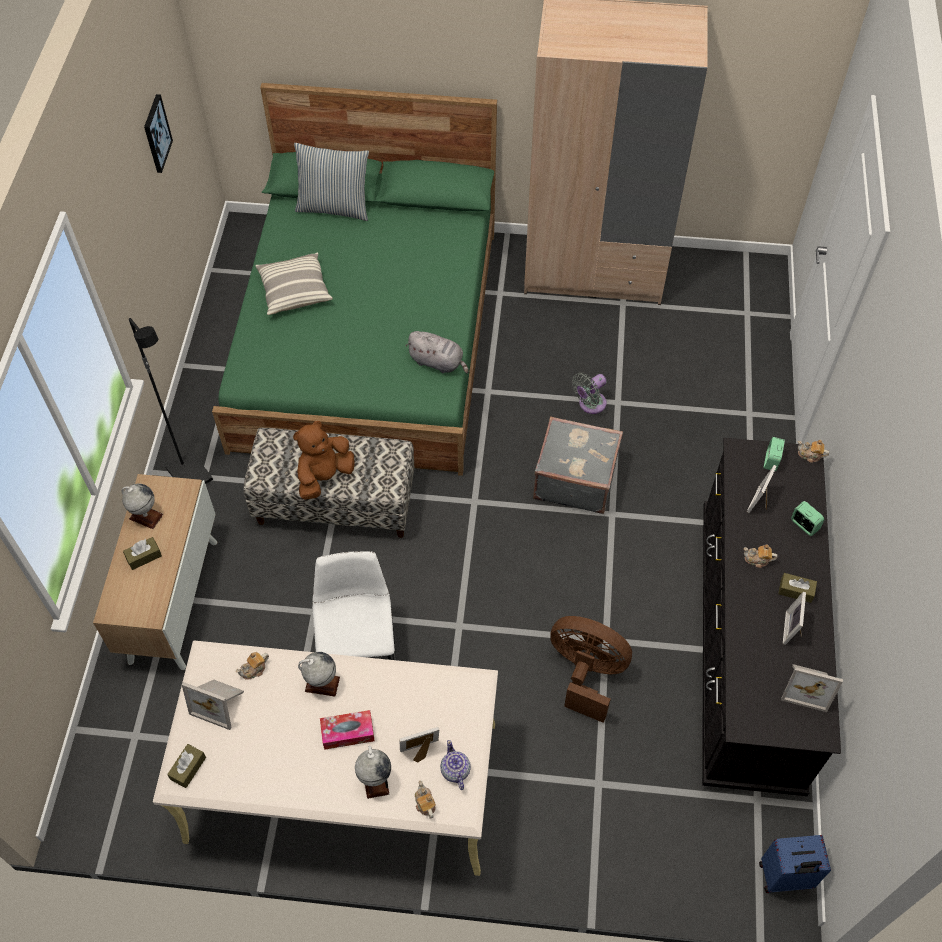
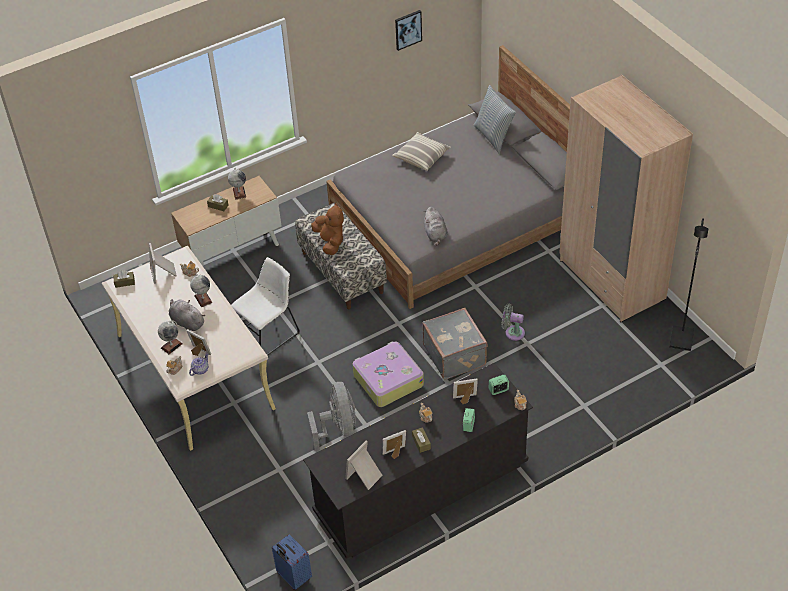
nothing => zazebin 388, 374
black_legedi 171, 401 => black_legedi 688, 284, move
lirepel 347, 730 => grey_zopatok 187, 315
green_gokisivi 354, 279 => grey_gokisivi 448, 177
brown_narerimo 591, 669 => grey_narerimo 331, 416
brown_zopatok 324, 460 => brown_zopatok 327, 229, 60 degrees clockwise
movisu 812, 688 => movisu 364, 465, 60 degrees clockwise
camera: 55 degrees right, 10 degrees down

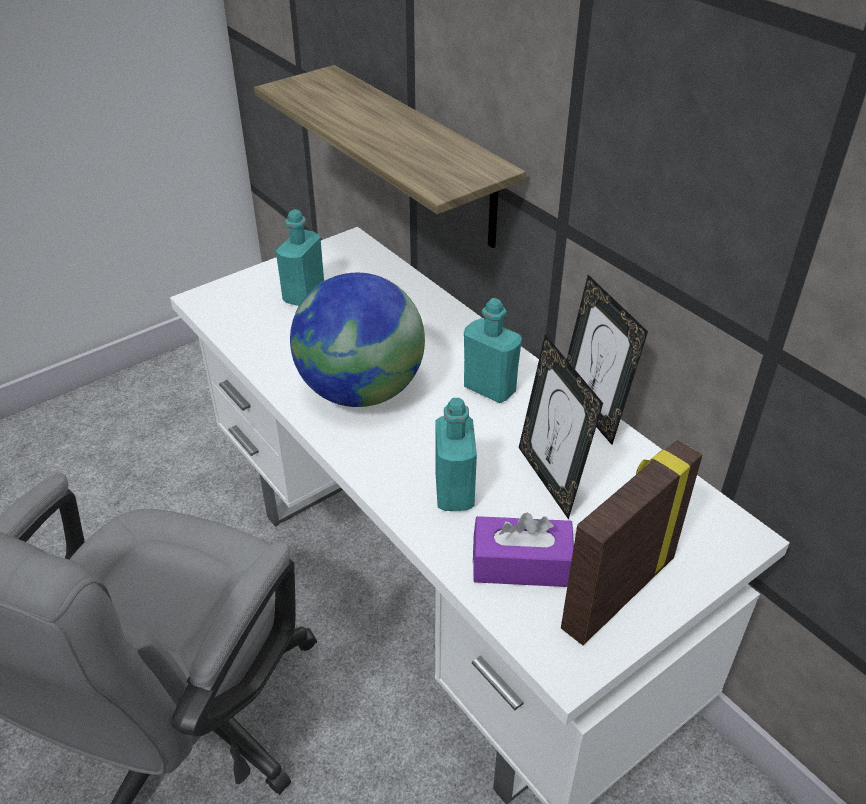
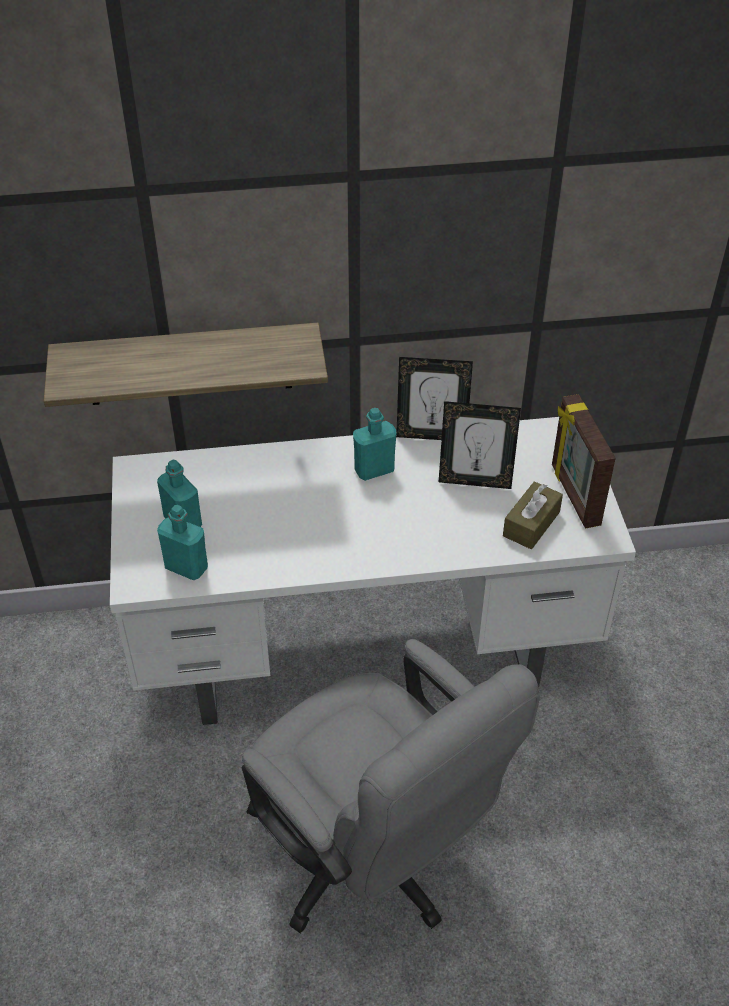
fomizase 357, 340 => nothing
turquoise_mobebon 456, 454 => turquoise_mobebon 182, 543, move
purple_lirepel 523, 550 => brown_lirepel 533, 515
camera: 60 degrees left, 5 degrees up

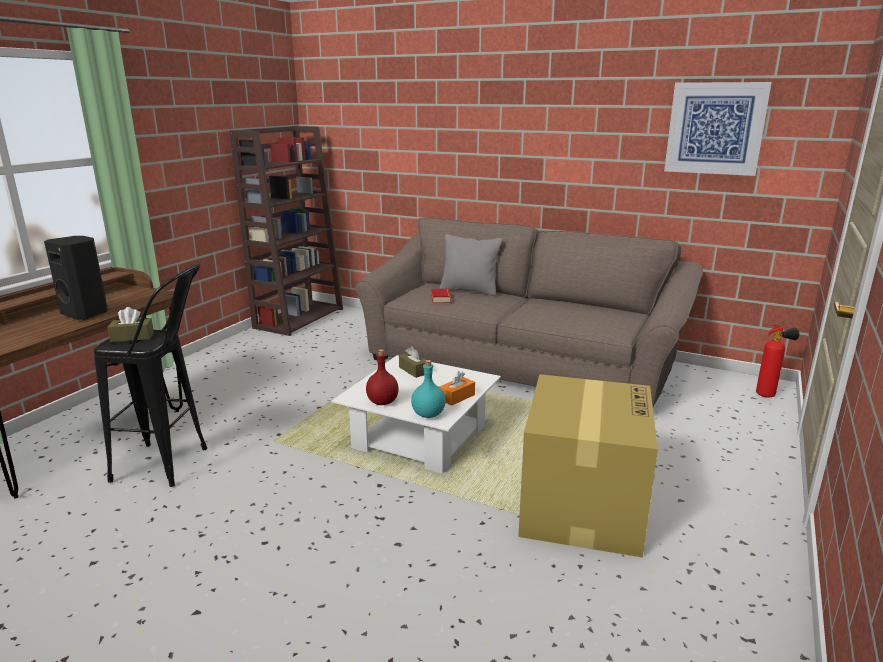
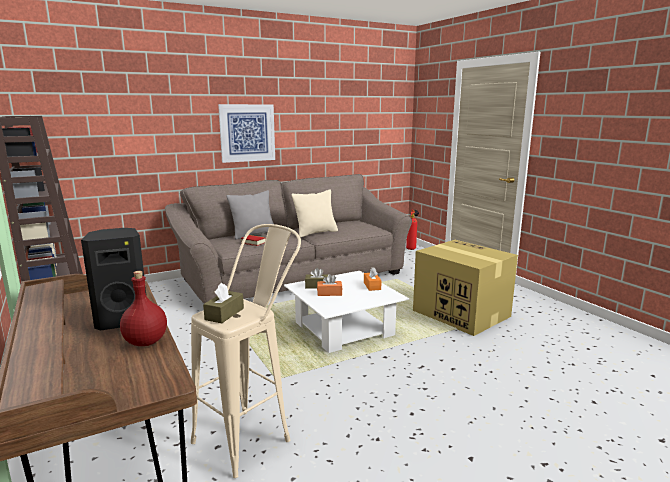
turquoise_mobebon 428, 389 => nothing
nothing => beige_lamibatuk 314, 213
nothing => orange_lirepel 329, 285
red_mobebon 382, 377 => red_mobebon 143, 308, move
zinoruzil 718, 129 => zinoruzil 246, 133, move
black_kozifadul 150, 375 => beige_kozifadul 246, 351
camera: 55 degrees left, 5 degrees down

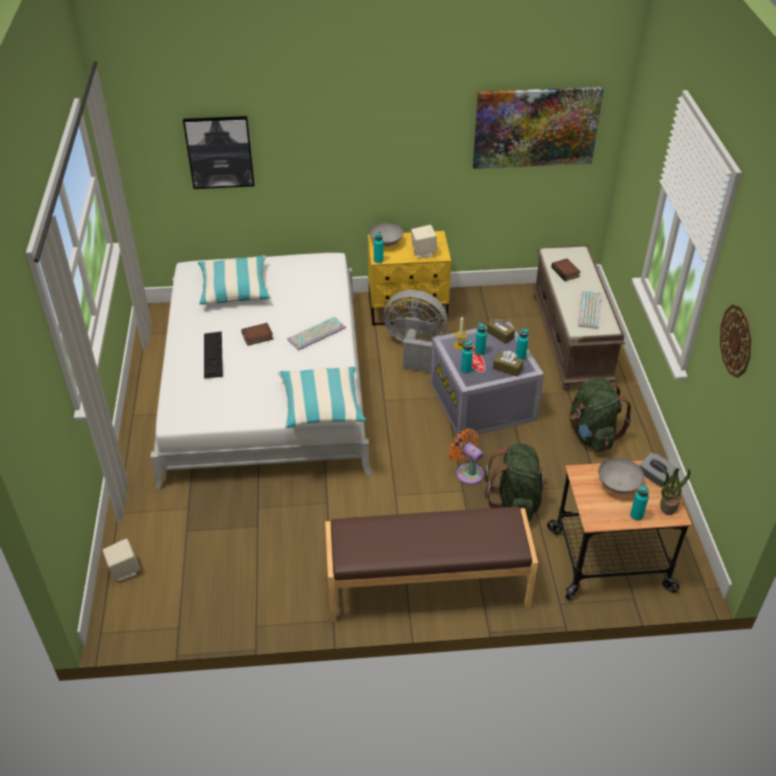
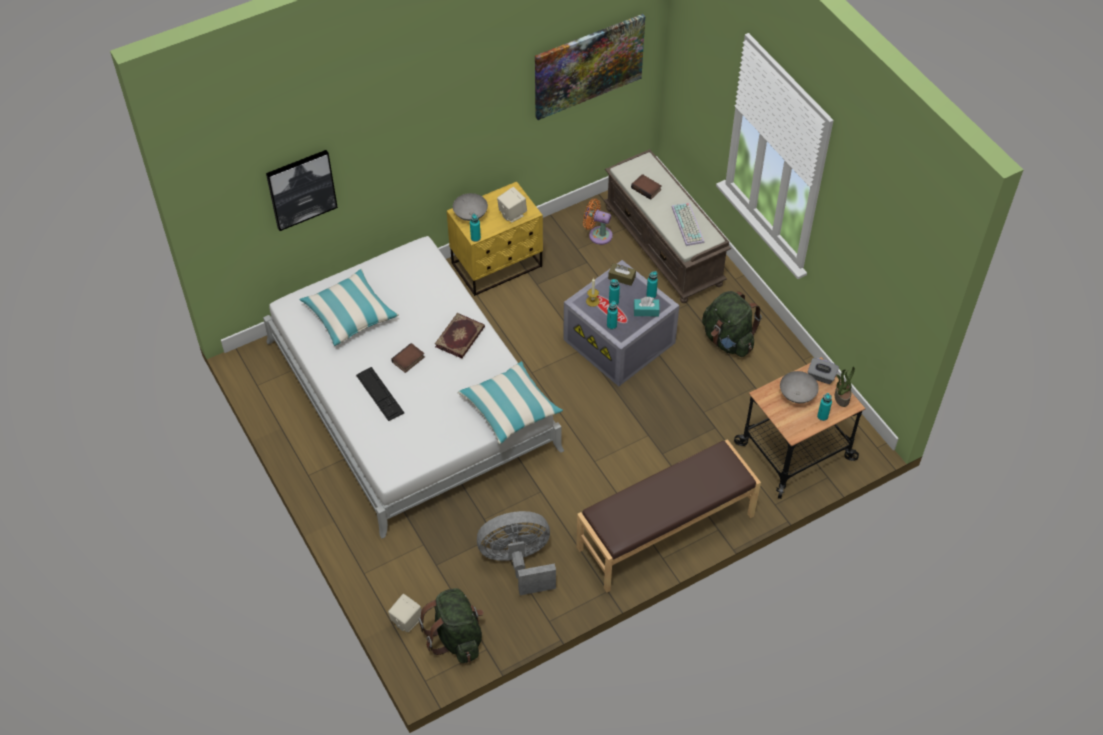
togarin 735, 341 => nothing
grey_narerimo 415, 331 => grey_narerimo 516, 553, move
orange_narerimo 466, 457 => orange_narerimo 598, 222, move
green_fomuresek 517, 482 => green_fomuresek 451, 625, move
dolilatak 316, 333 => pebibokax 460, 336
brown_lirepel 508, 364 => turquoise_lirepel 647, 307
camera: 25 degrees left, 10 degrees up

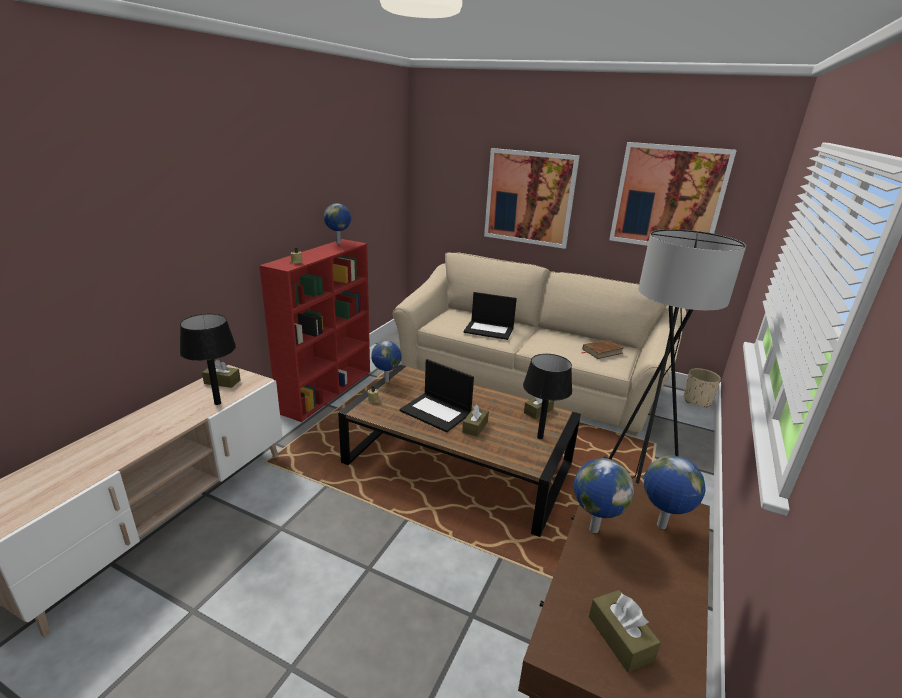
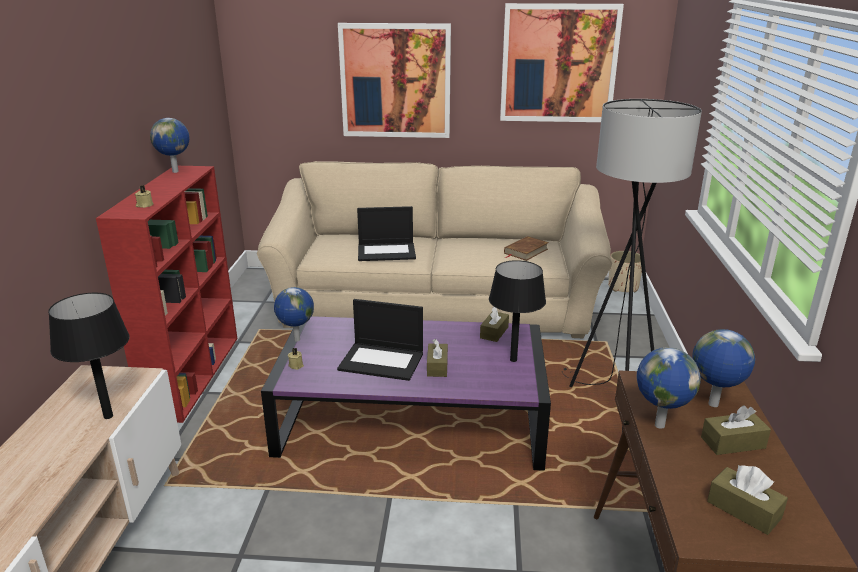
brown_lirepel 221, 373 => brown_lirepel 736, 430, move
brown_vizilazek 459, 451 => purple_vizilazek 406, 393
camera: 20 degrees left, 0 degrees up

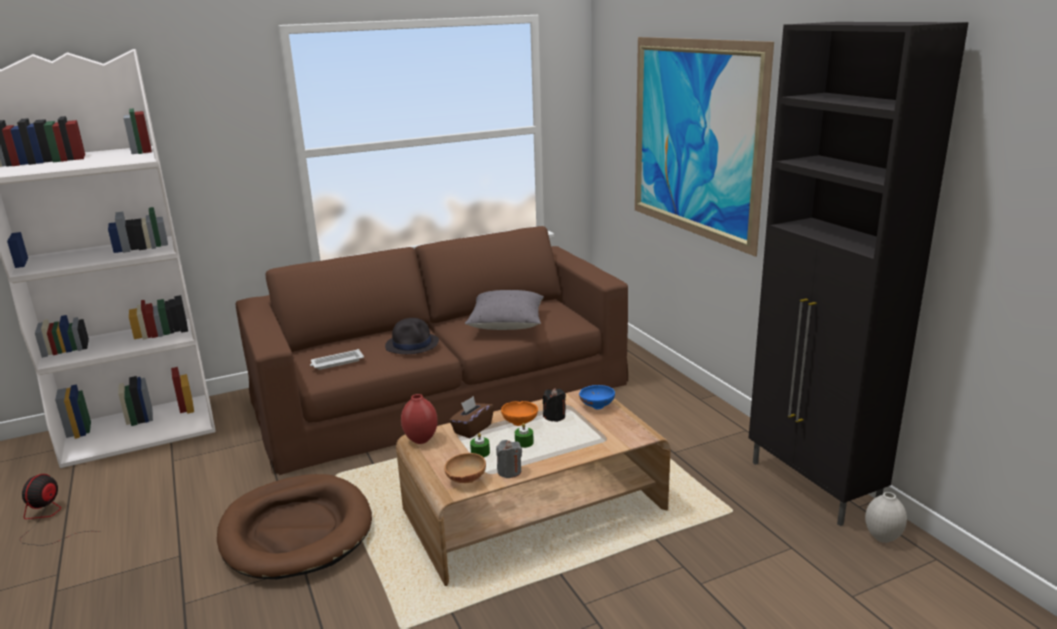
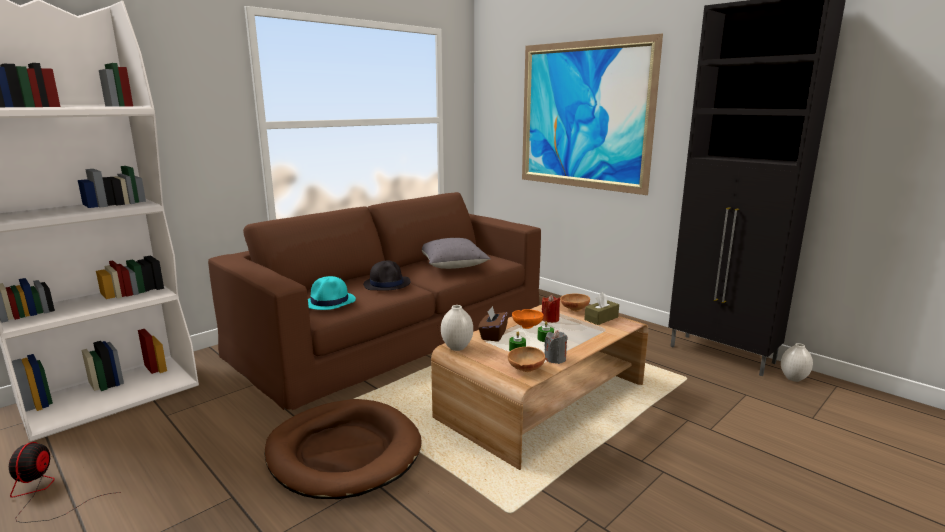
nothing => brown_lirepel 601, 308
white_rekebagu 337, 359 => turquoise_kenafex 332, 293
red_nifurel 419, 419 => white_nifurel 457, 328
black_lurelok 554, 405 => red_lurelok 551, 309
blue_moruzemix 597, 397 => brown_moruzemix 575, 303
camera: 20 degrees left, 5 degrees down

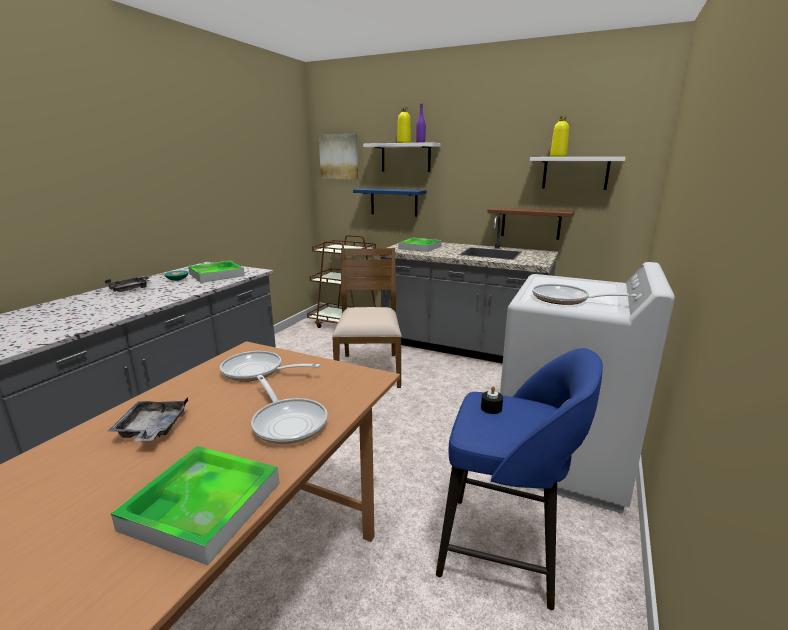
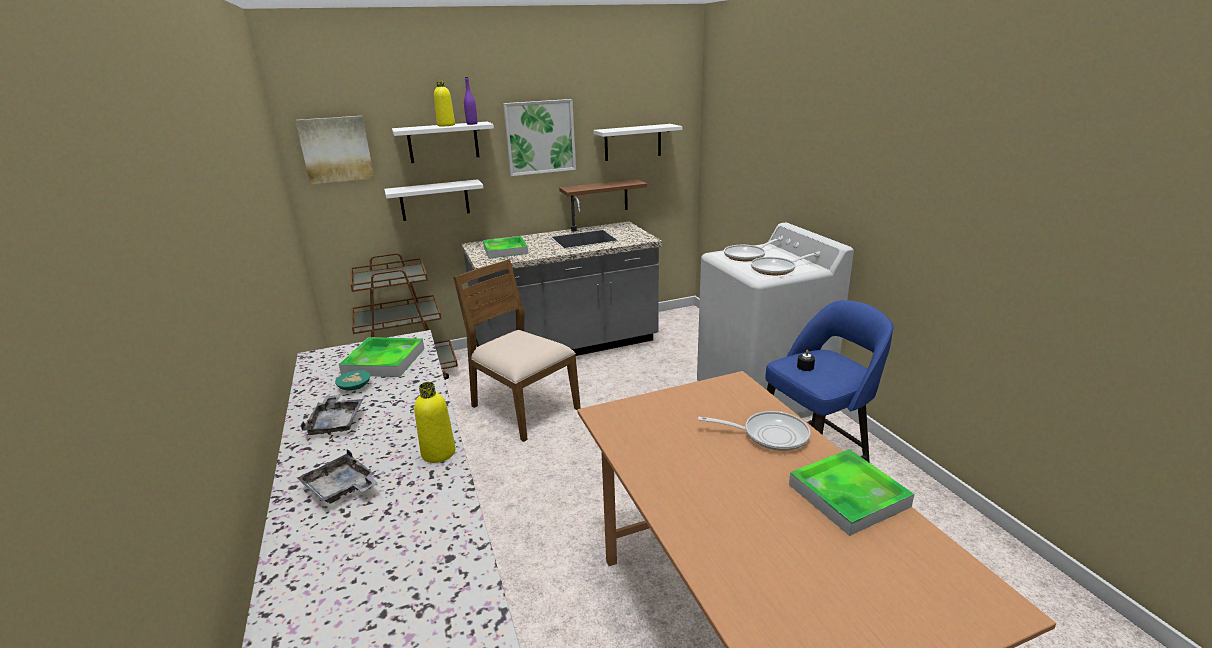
nothing => zinoruzil 539, 137
grey_rekebagu 148, 419 => grey_rekebagu 337, 476, move
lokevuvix 270, 366 => lokevuvix 752, 249, move
yellow_mobebon 559, 136 => yellow_mobebon 435, 422, move
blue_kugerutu 390, 202 => white_kugerutu 433, 200
camera: 45 degrees left, 5 degrees up

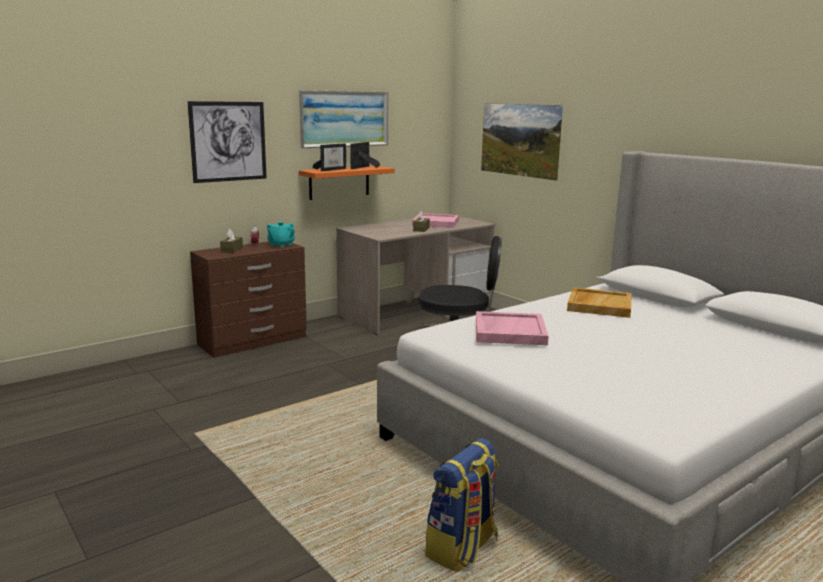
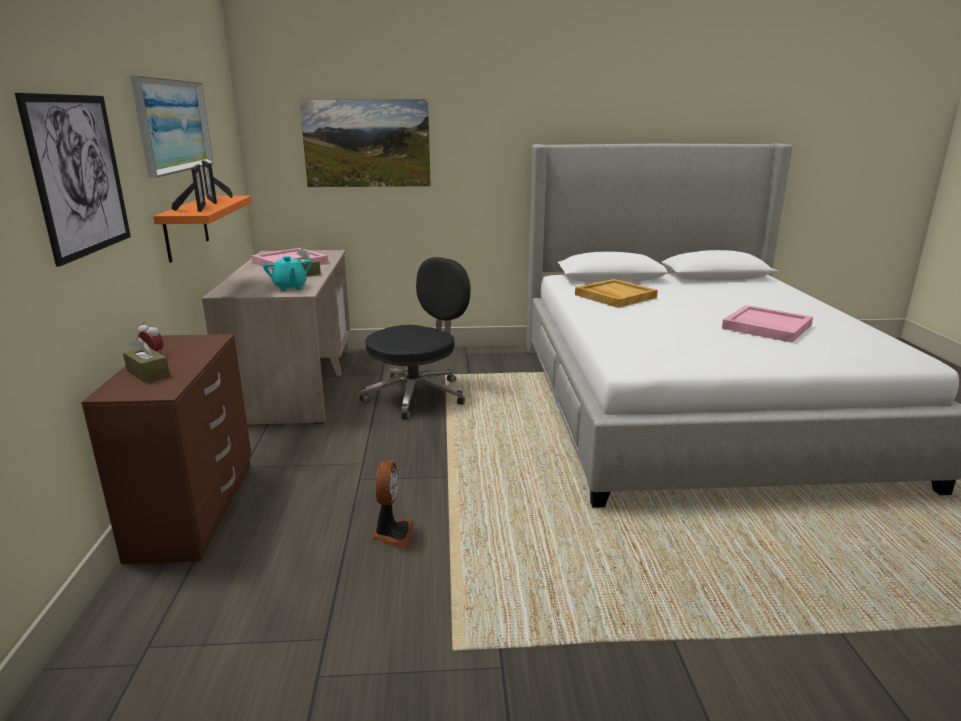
fomuresek 461, 505 => nothing
nothing => narerimo 393, 504
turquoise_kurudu 281, 234 => turquoise_kurudu 287, 273, move
pink_rekebagu 512, 328 => pink_rekebagu 767, 324, move
camera: 55 degrees left, 5 degrees up

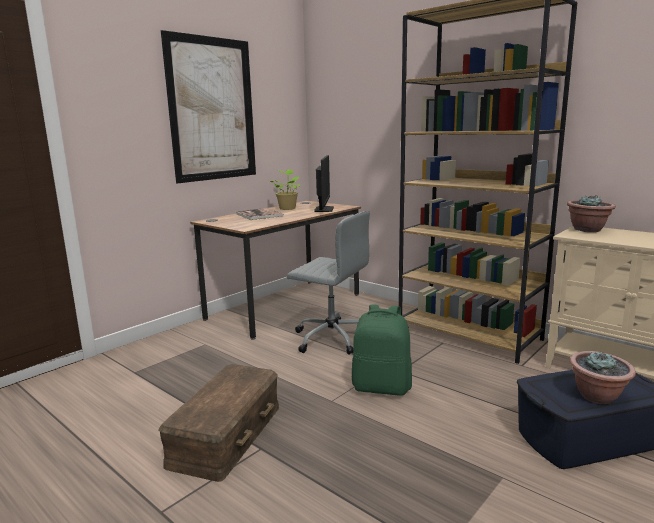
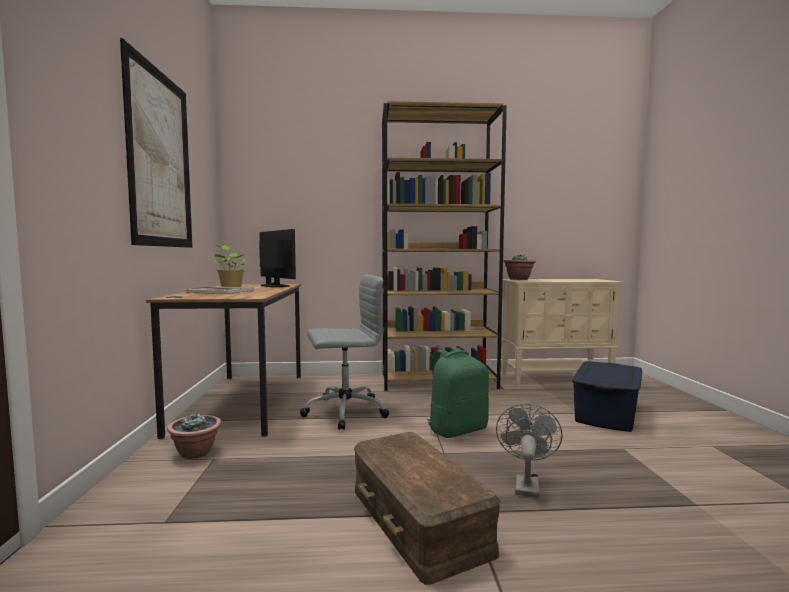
nothing => grey_narerimo 529, 451
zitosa 603, 377 => zitosa 194, 436, move
camera: 45 degrees left, 10 degrees down

